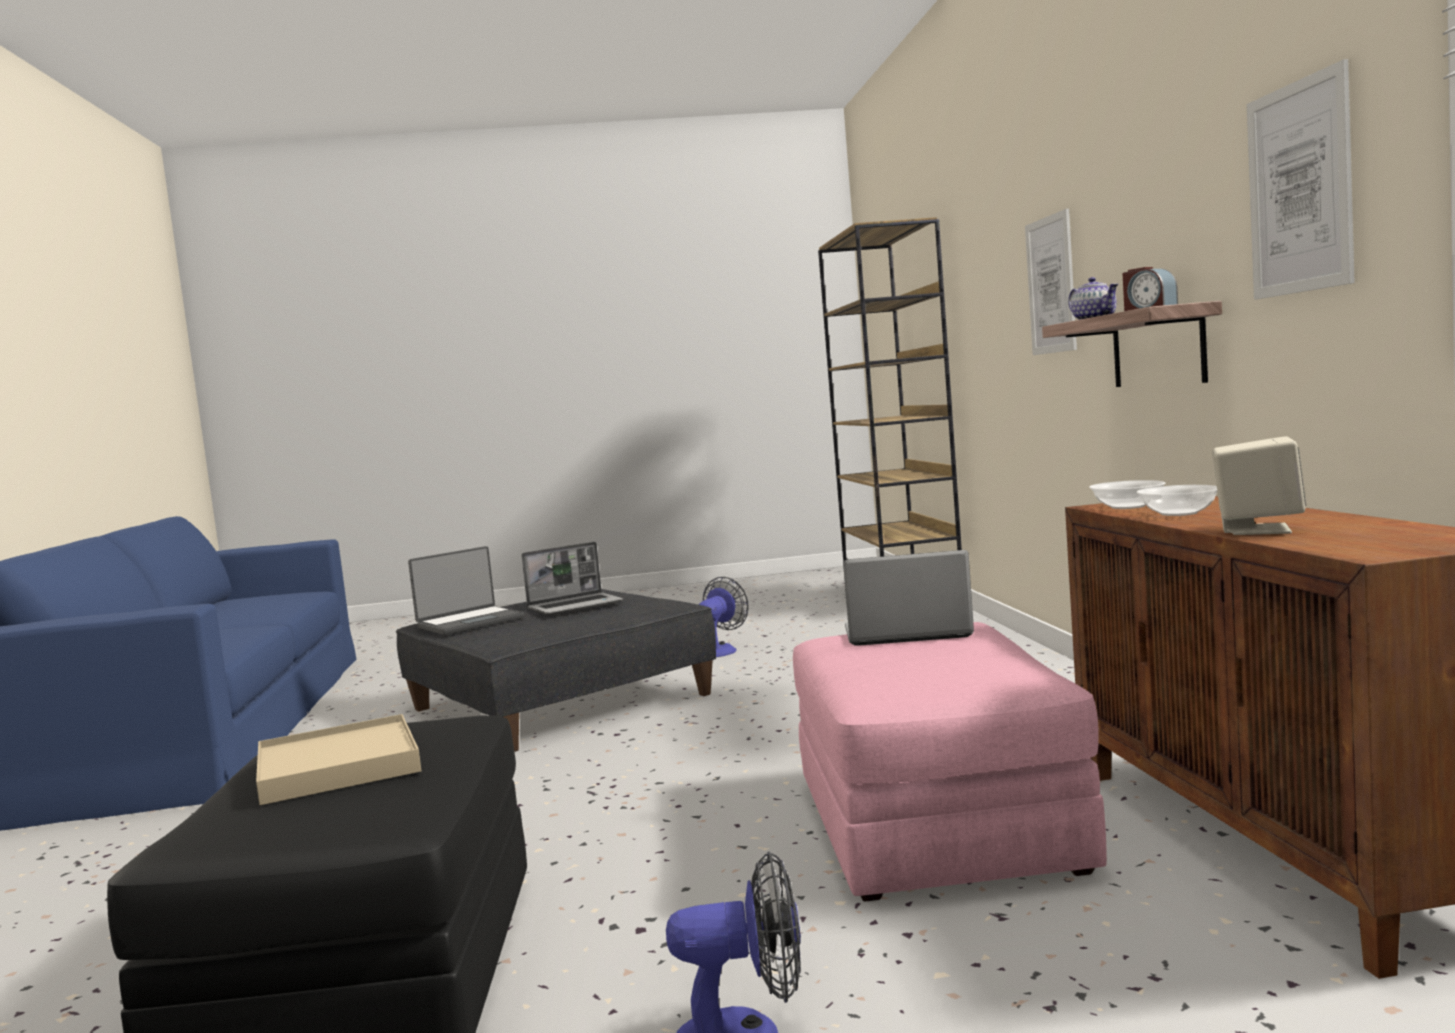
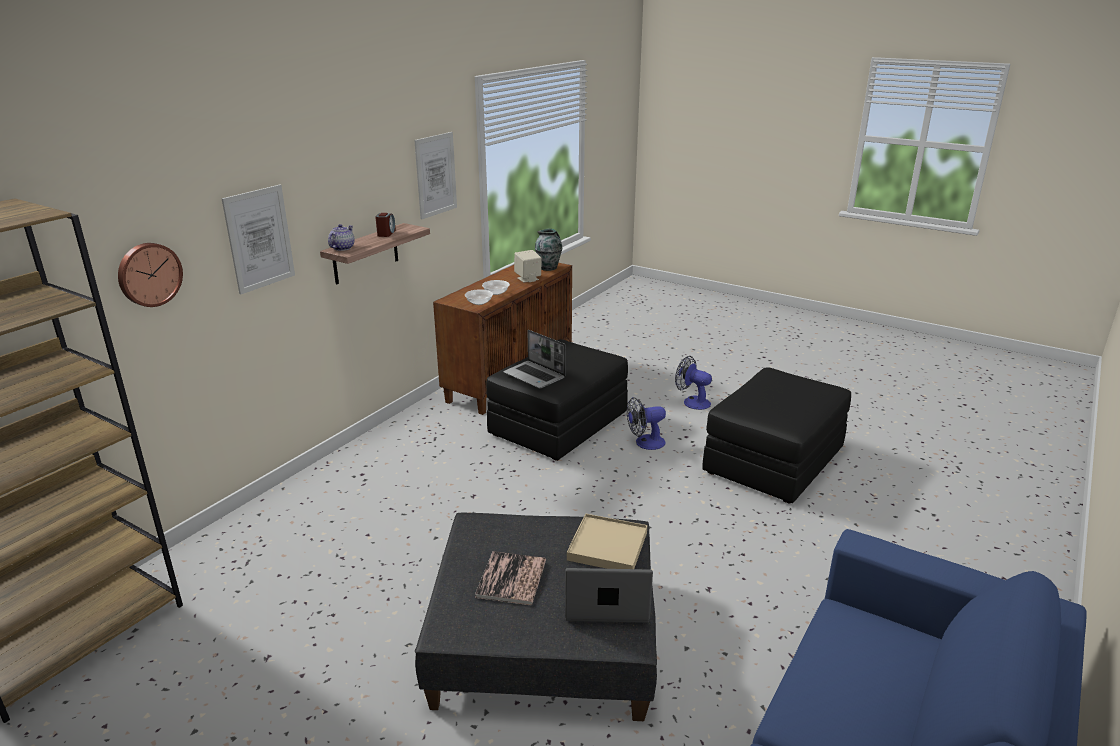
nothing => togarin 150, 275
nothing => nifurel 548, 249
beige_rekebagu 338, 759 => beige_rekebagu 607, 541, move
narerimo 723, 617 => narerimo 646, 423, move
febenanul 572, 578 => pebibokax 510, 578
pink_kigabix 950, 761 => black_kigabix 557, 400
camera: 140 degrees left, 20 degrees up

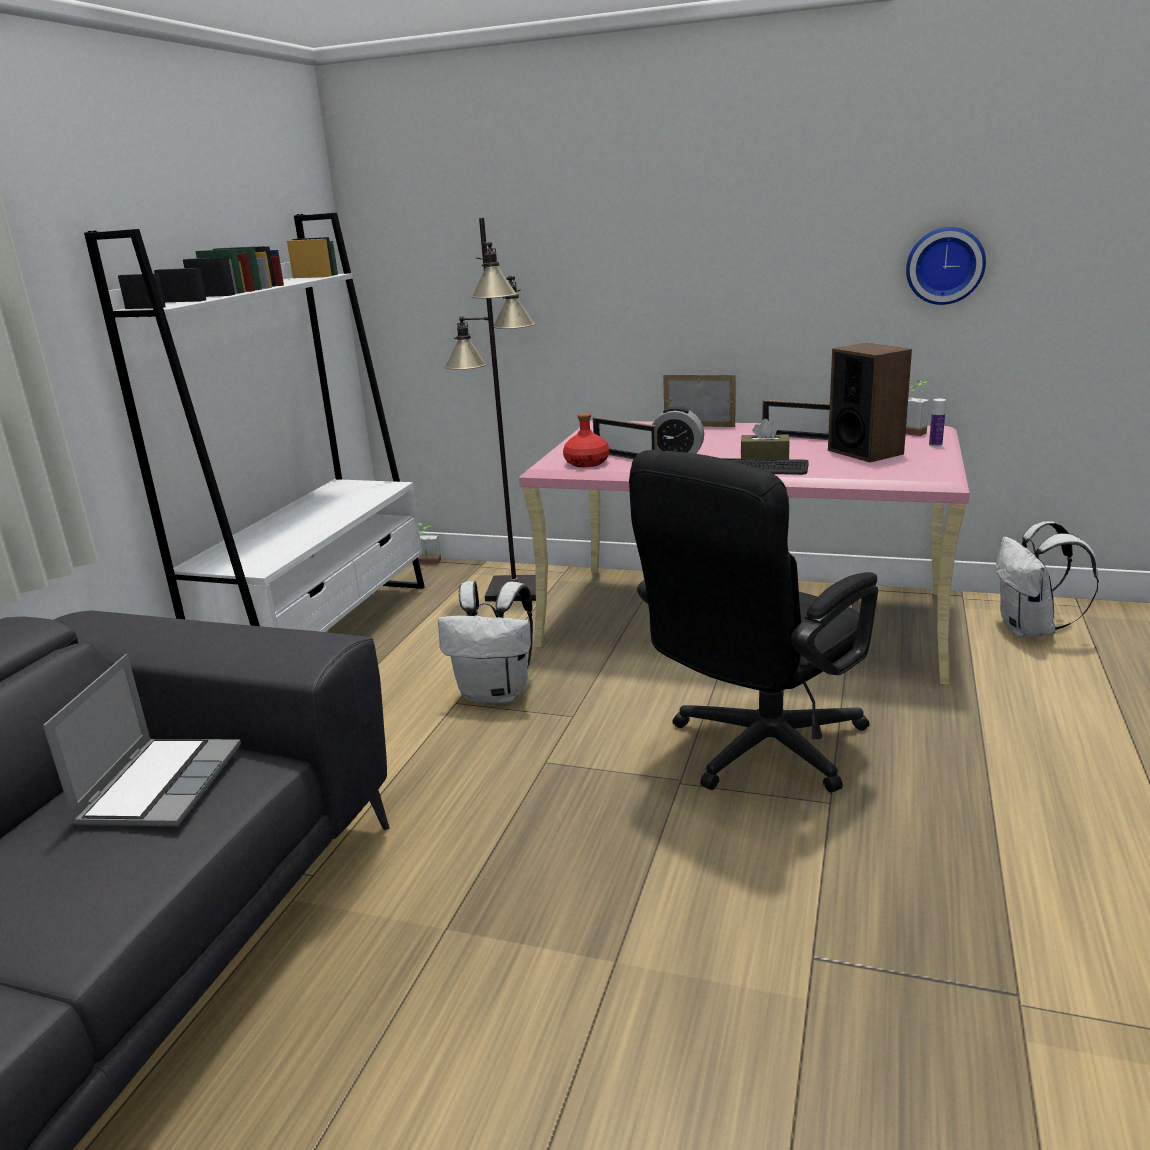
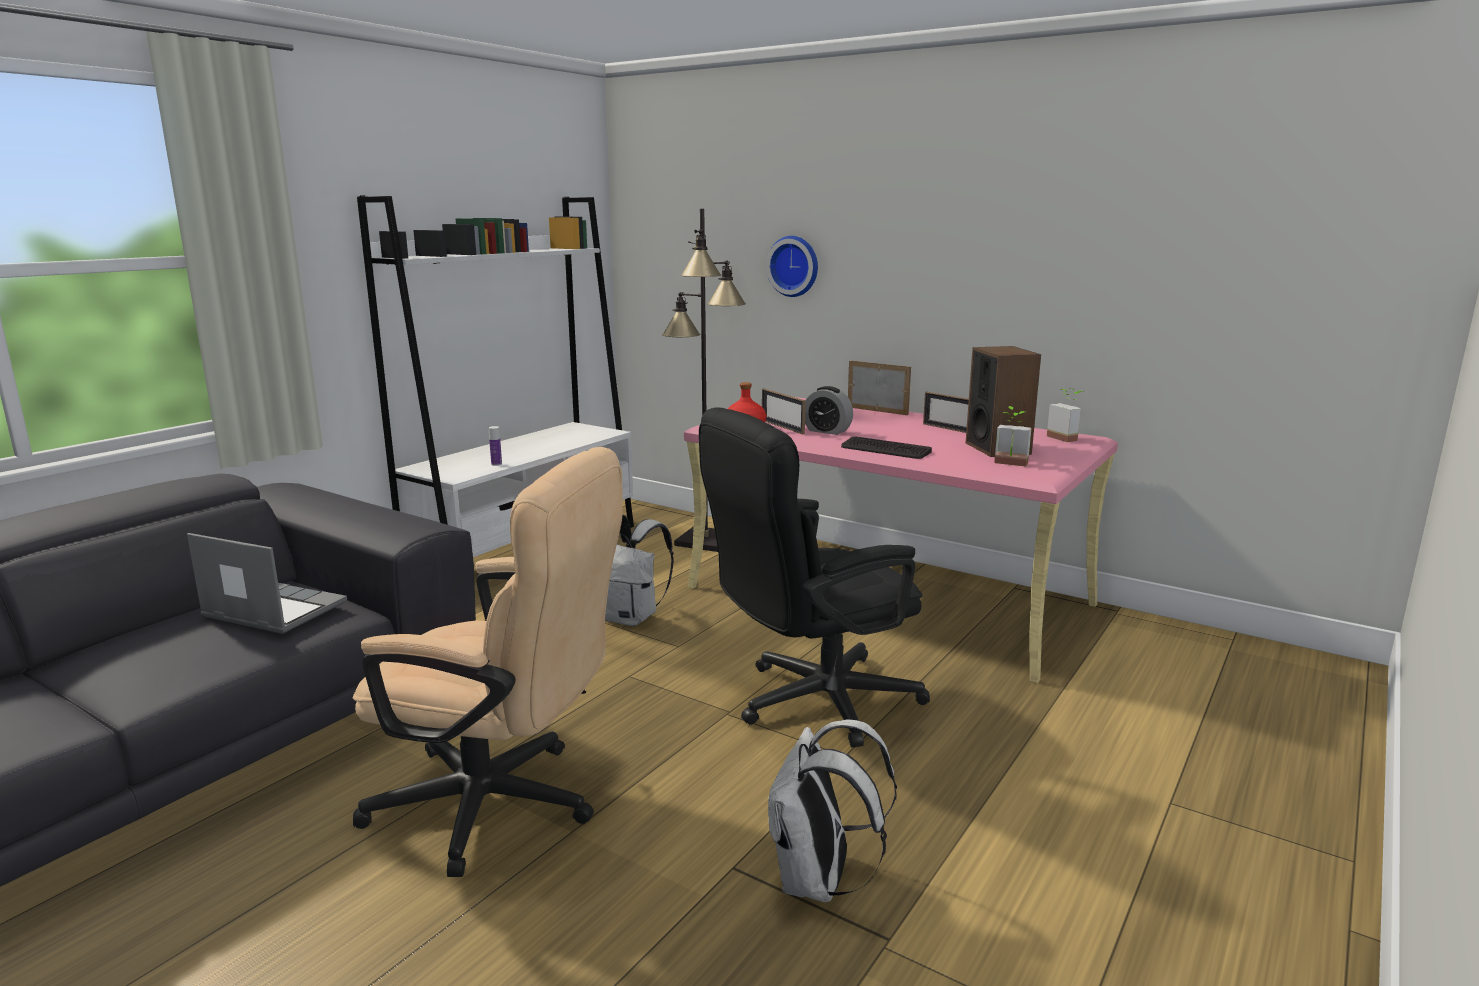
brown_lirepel 765, 439 => nothing
nothing => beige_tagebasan 488, 662
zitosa 429, 543 => zitosa 1012, 436, move
togarin 946, 266 => togarin 792, 266, move
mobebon 937, 423 => mobebon 495, 446, move
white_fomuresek 1047, 579 => white_fomuresek 832, 810, move
febenanul 142, 740 => febenanul 267, 583, 90 degrees counterclockwise
camera: 15 degrees right, 5 degrees down

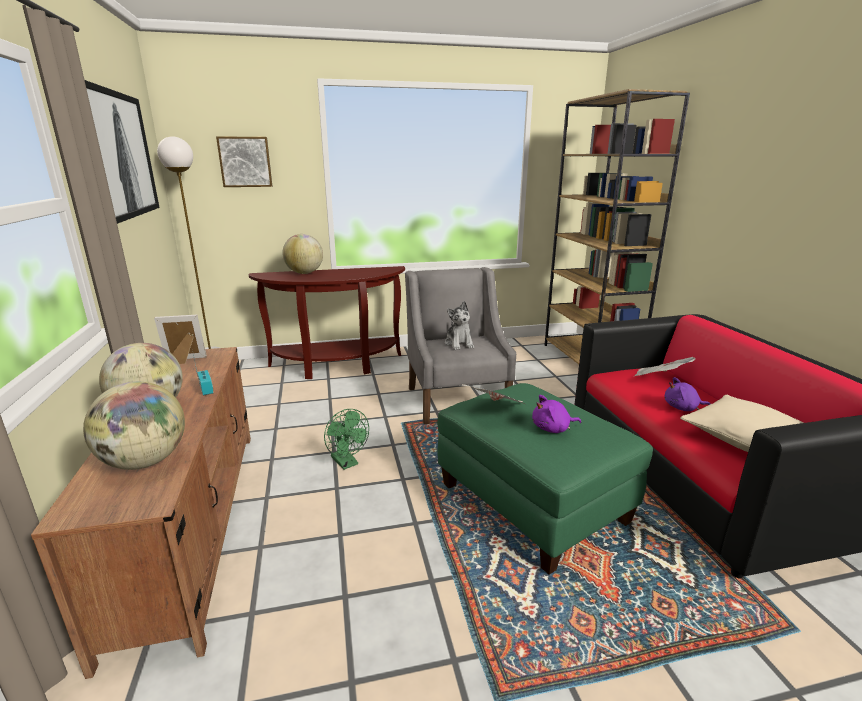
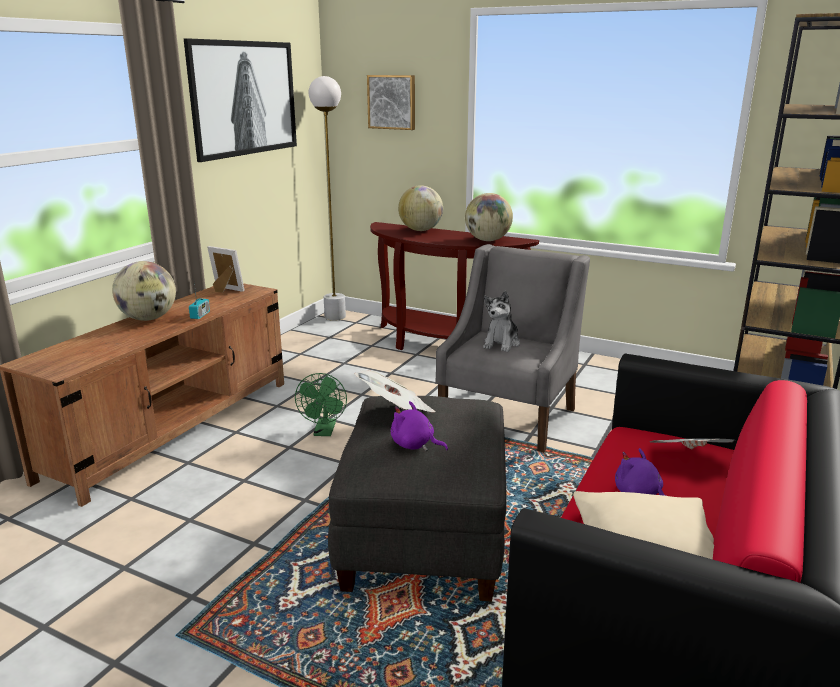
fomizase 134, 426 => fomizase 489, 217, move
green_kigabix 545, 479 => grey_kigabix 417, 498
camera: 40 degrees right, 0 degrees up

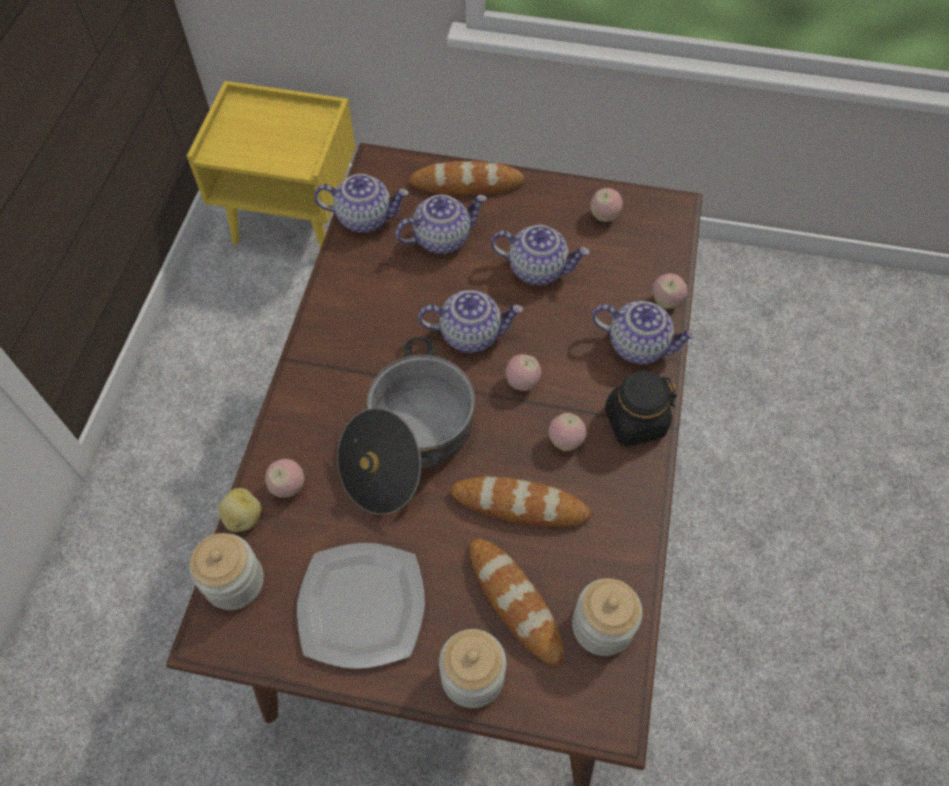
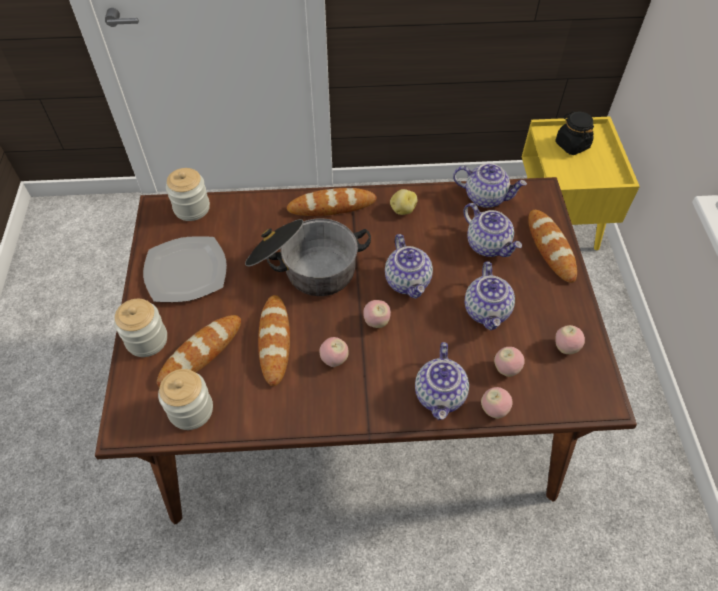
nothing => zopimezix 331, 202
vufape 239, 510 => vufape 403, 202, move
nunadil 284, 478 => nunadil 509, 362, move
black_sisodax 641, 408 => black_sisodax 575, 133, move
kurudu 361, 203 => kurudu 490, 185, 60 degrees counterclockwise
camera: 75 degrees right, 5 degrees down

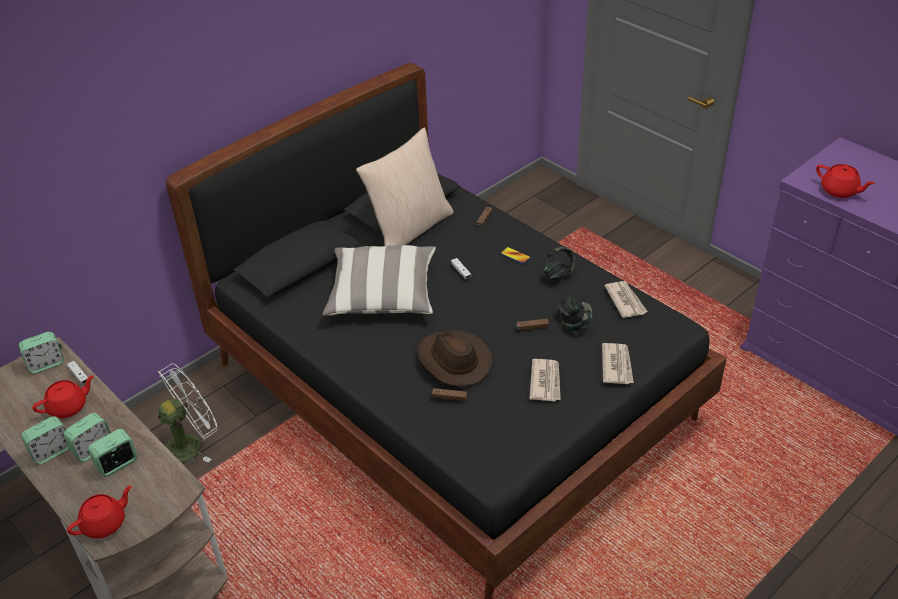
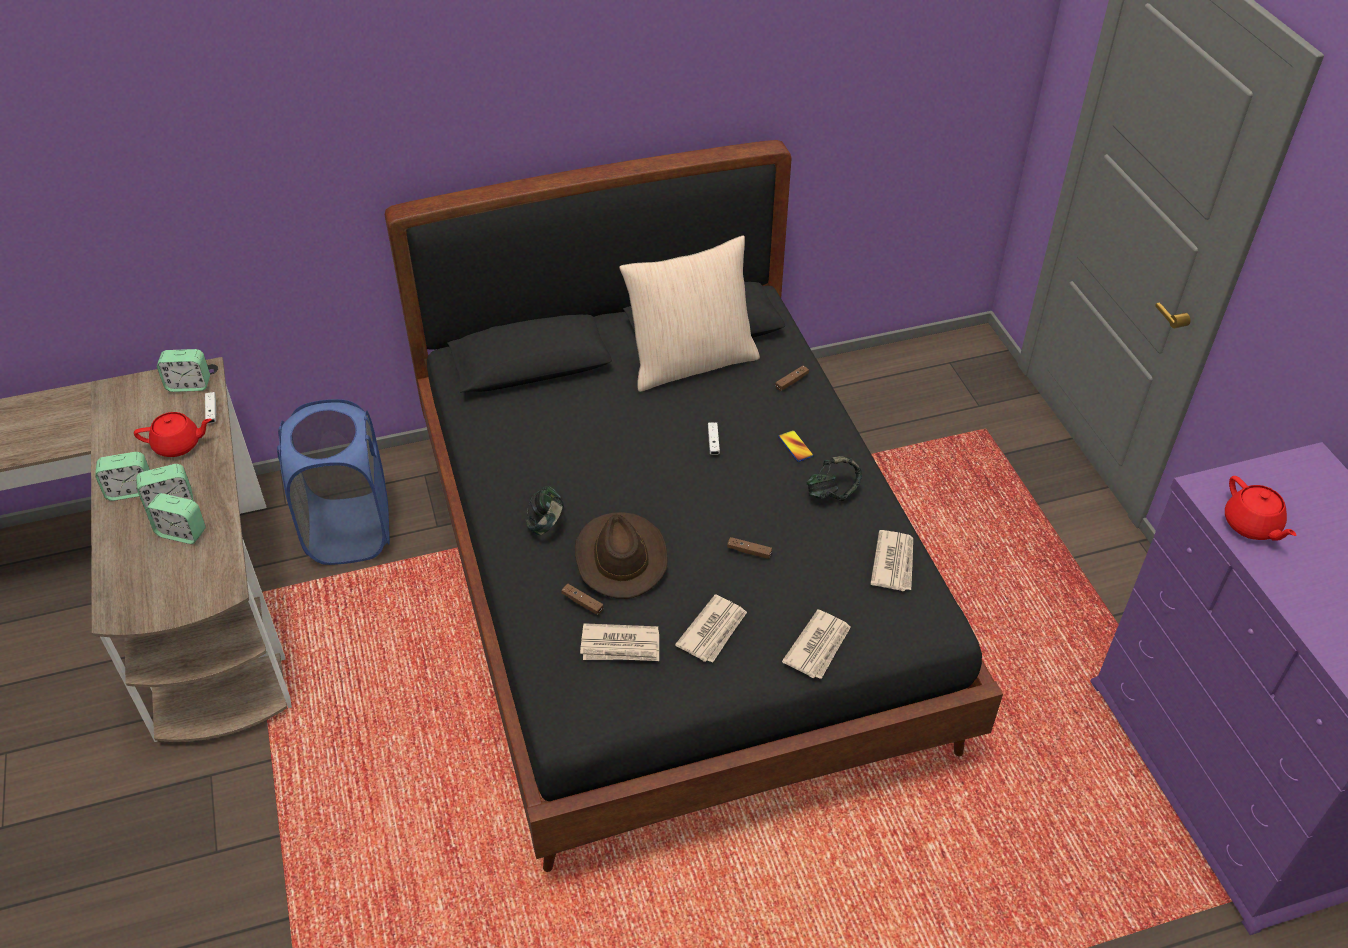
red_kurudu 99, 512 => nothing
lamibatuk 379, 280 => nothing
nothing => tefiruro 619, 642
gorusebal 574, 313 => gorusebal 545, 511, move
white_narerimo 186, 413 => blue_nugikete 333, 482
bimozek 113, 453 => bimozek 175, 518, 150 degrees counterclockwise
camera: 25 degrees right, 5 degrees up

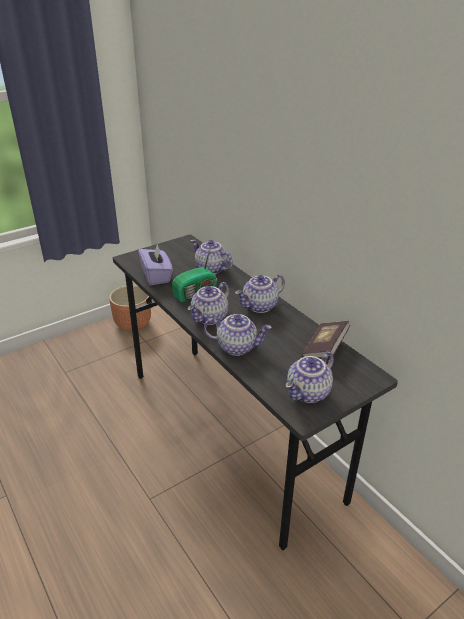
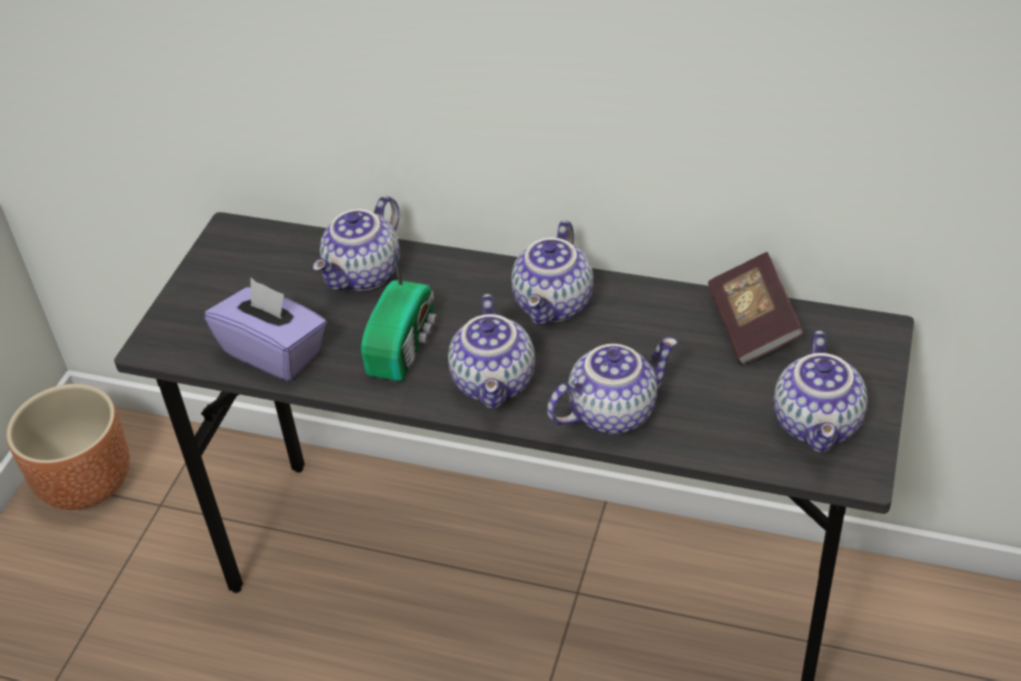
kurudu 212, 257 => kurudu 356, 243, 60 degrees counterclockwise
camera: 35 degrees left, 10 degrees up

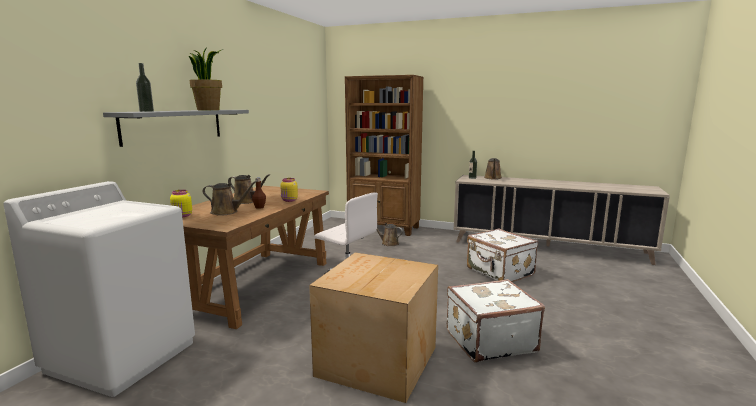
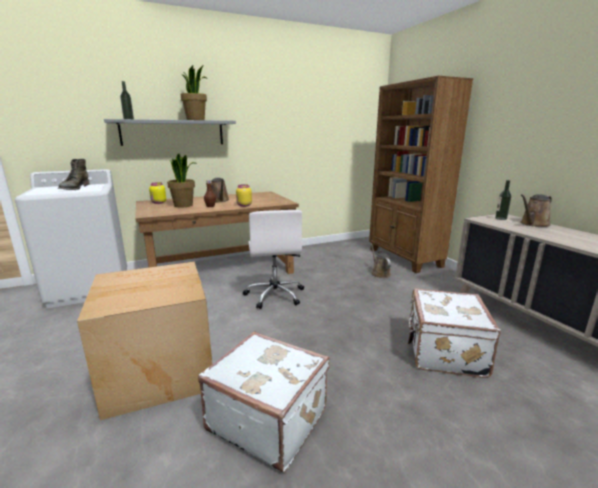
nothing => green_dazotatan 73, 174
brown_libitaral 230, 198 => zitosa 182, 180
camera: 45 degrees right, 5 degrees up

